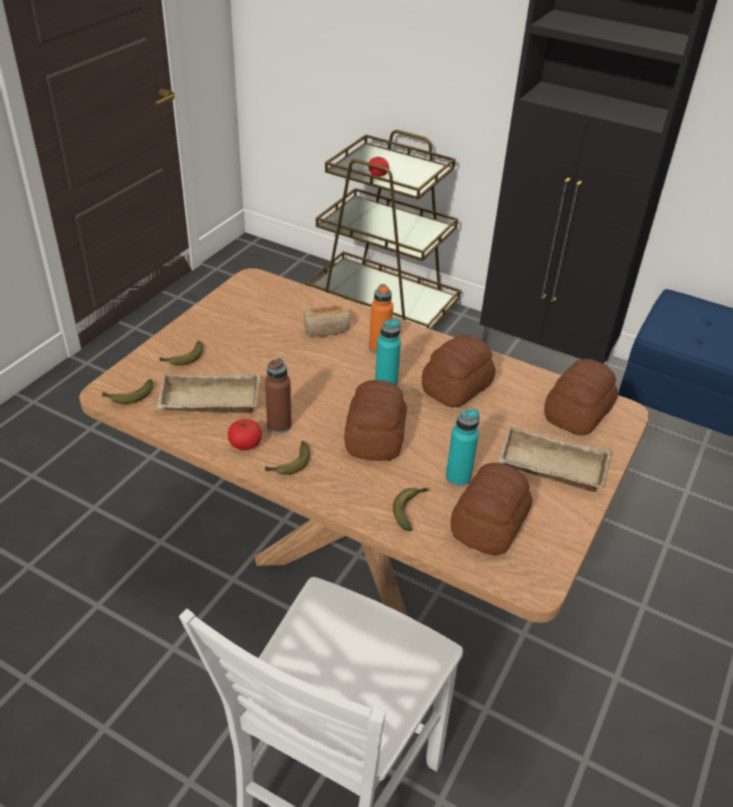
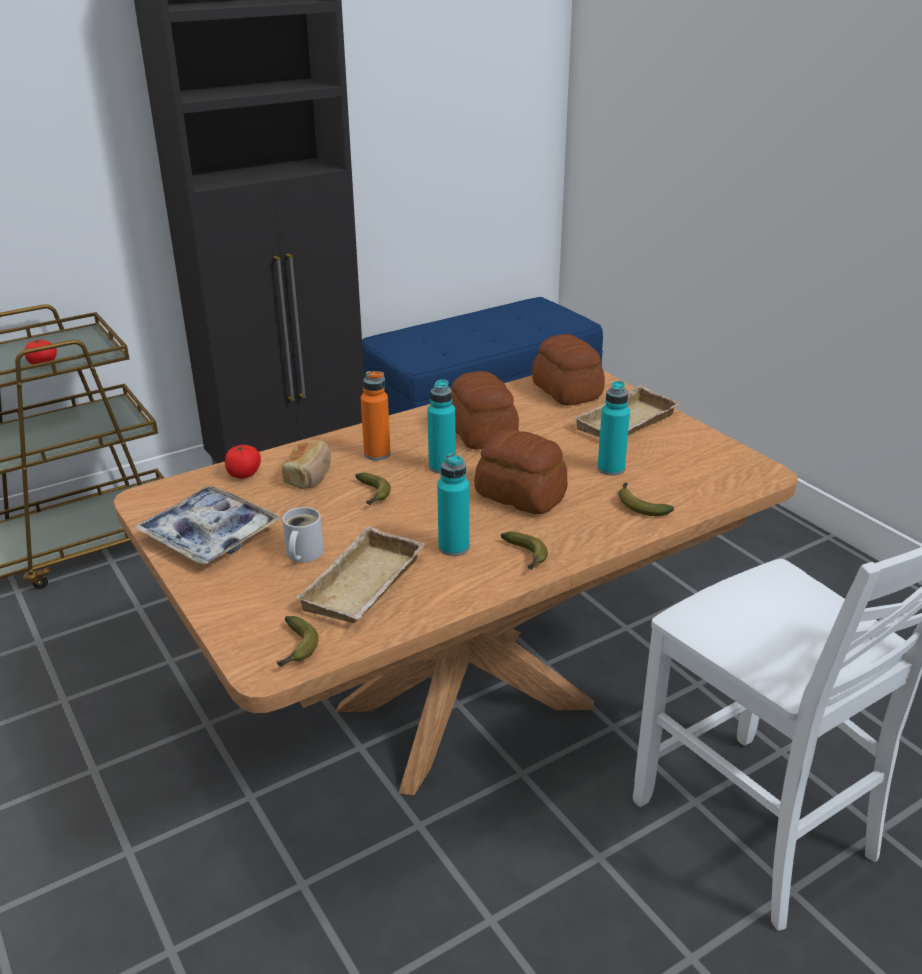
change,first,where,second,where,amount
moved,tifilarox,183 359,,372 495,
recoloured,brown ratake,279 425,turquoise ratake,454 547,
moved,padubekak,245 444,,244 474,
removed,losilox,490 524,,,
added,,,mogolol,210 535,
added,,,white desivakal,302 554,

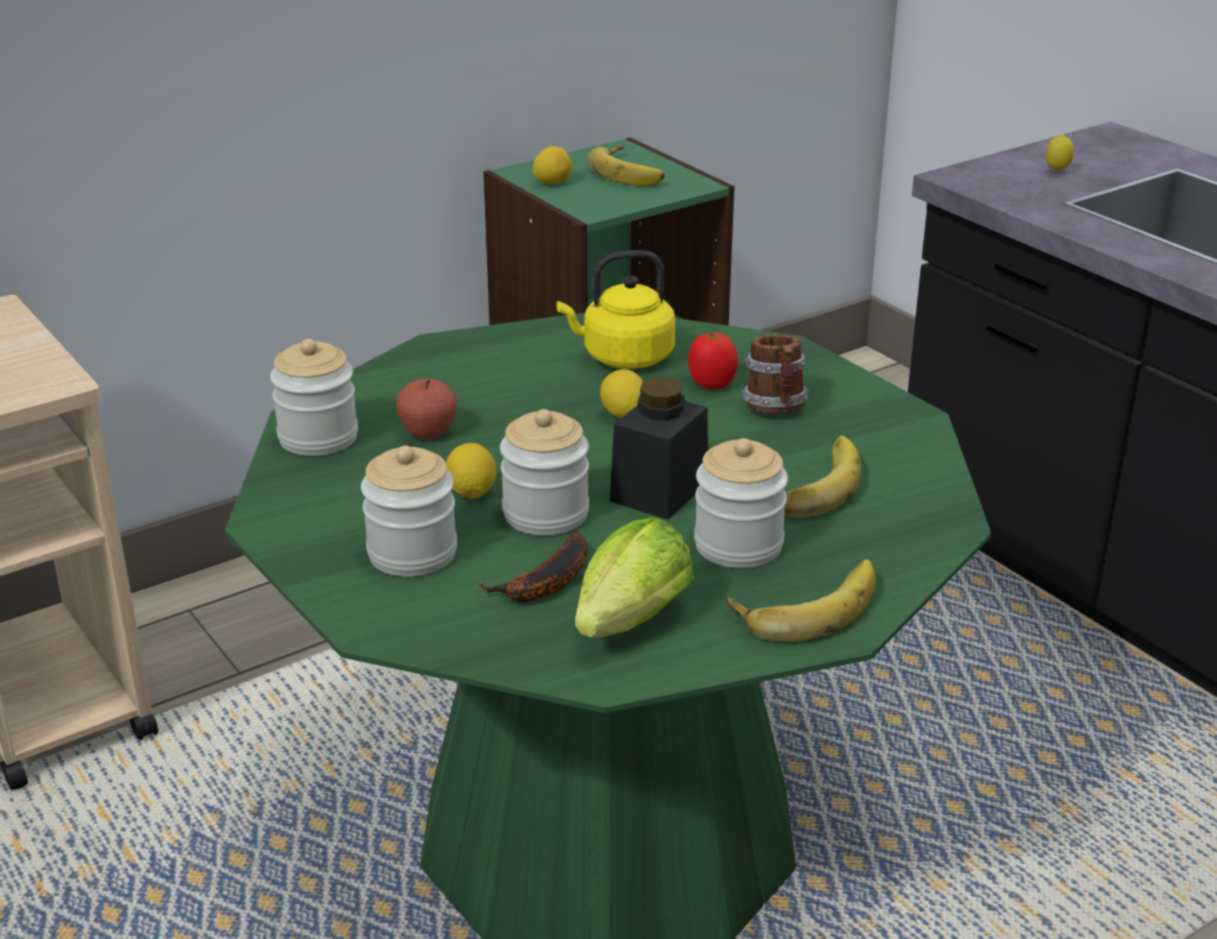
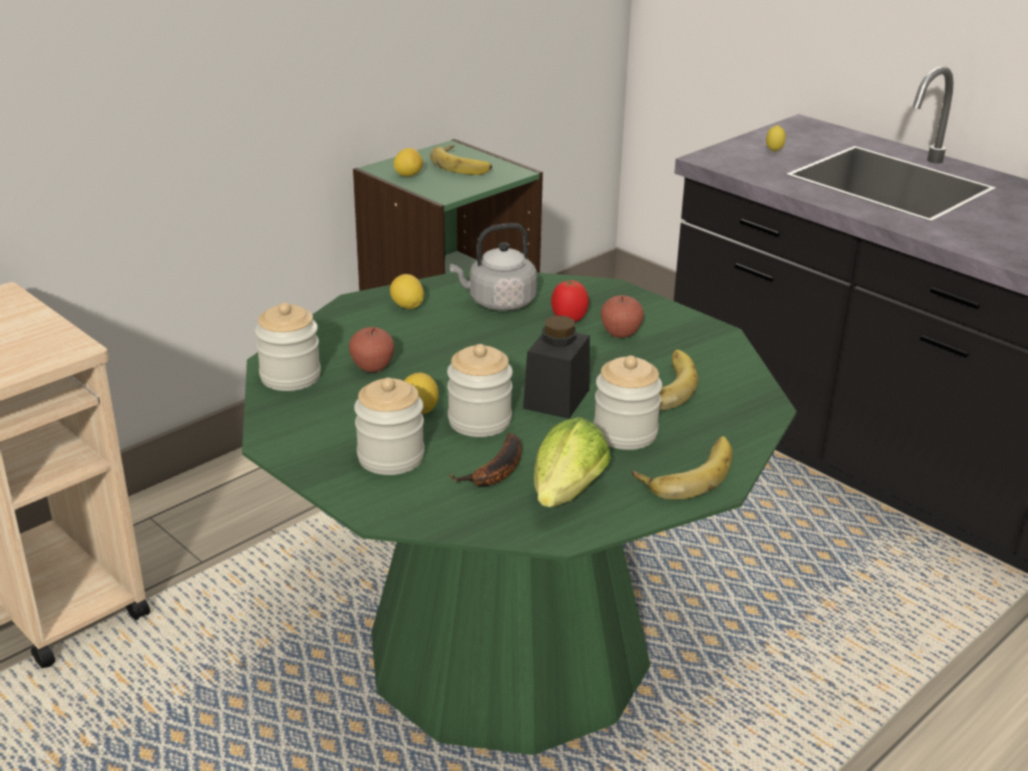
change,first,where,second,where,amount
recoloured,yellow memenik,623 357,grey memenik,498 303,
replaced,desivakal,776 409,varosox,620 333,
moved,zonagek,624 416,,407 306,

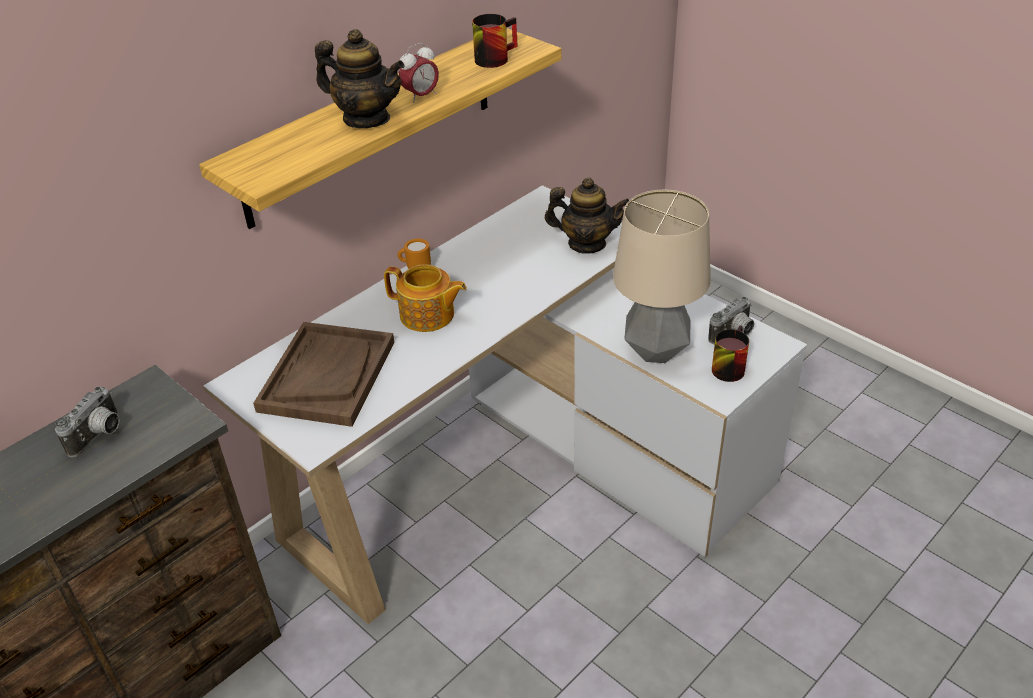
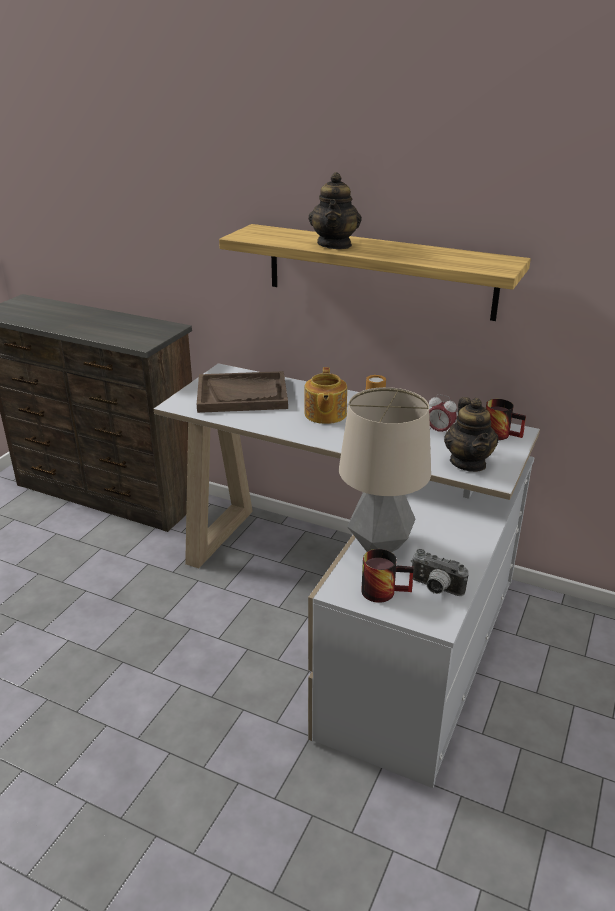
change,first,where,second,where,amount
moved,desivakal,494 57,,501 434,
moved,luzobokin,421 96,,439 431,
removed,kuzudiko,100 436,,,

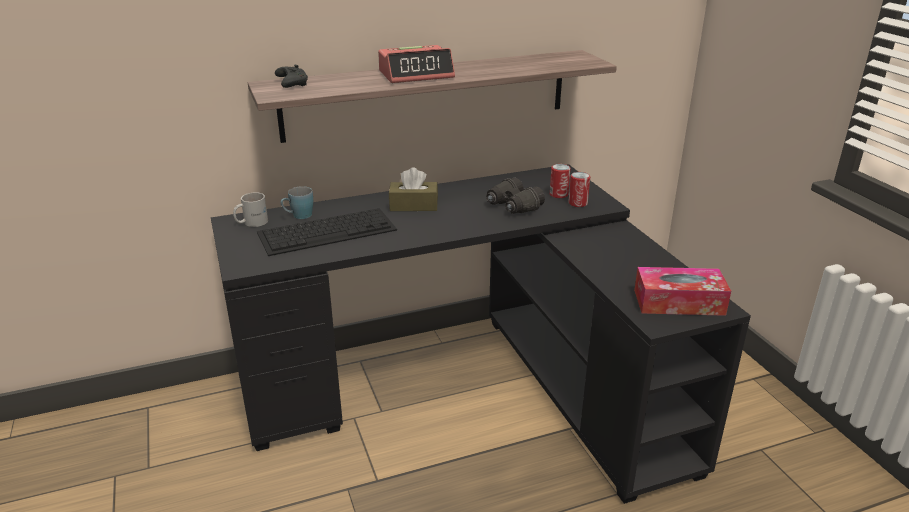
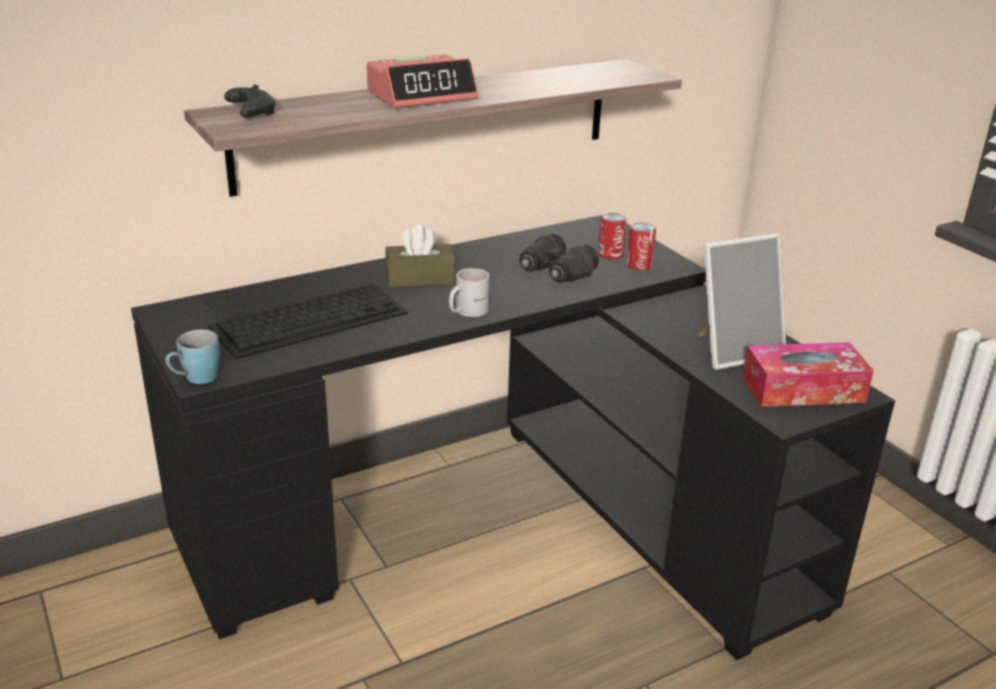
change,first,where,second,where,amount
moved,blue desivakal,298 216,,195 379,
moved,white desivakal,251 222,,466 311,
added,,,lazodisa,734 350,

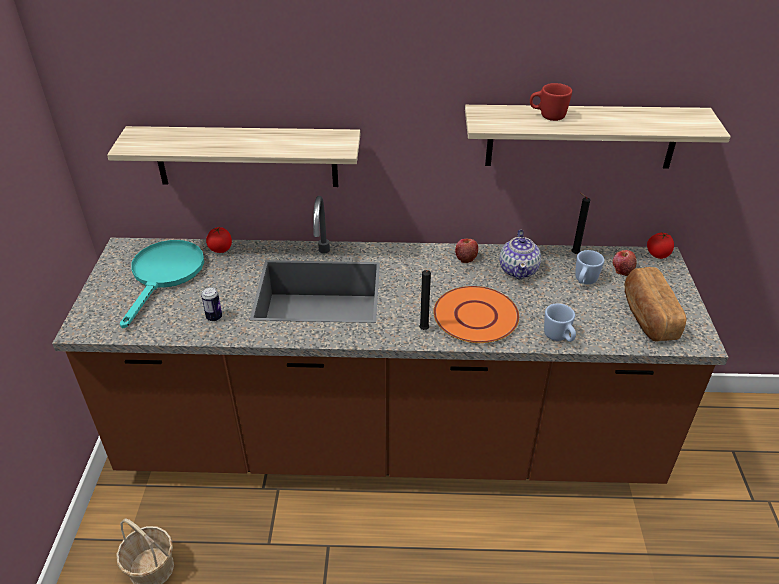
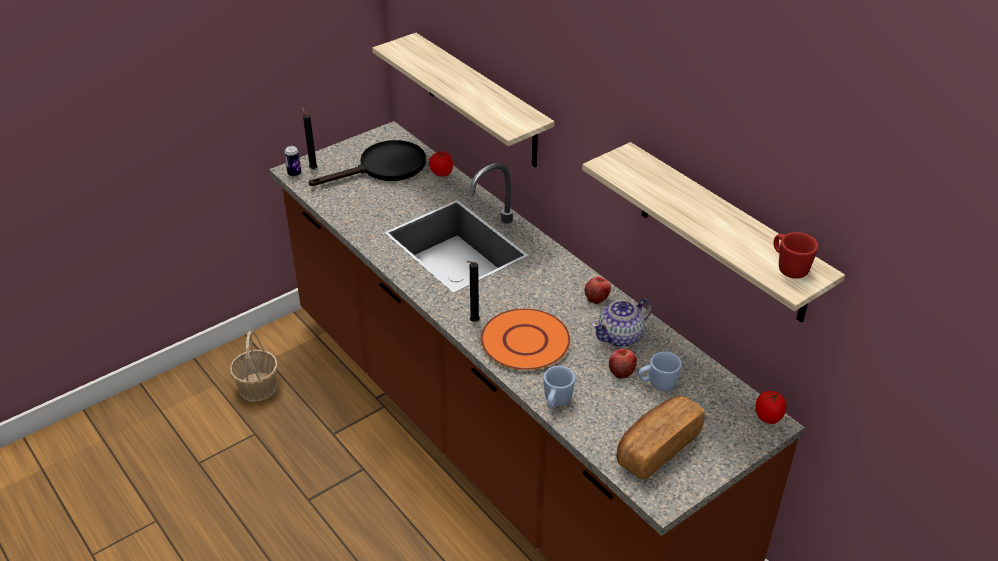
change,first,where,second,where,amount
moved,red desivakal,547 116,,788 267,
moved,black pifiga,573 253,,312 168,
recoloured,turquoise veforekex,165 275,black veforekex,384 168,
moved,varosox,622 270,,621 371,
moved,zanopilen,214 317,,294 174,

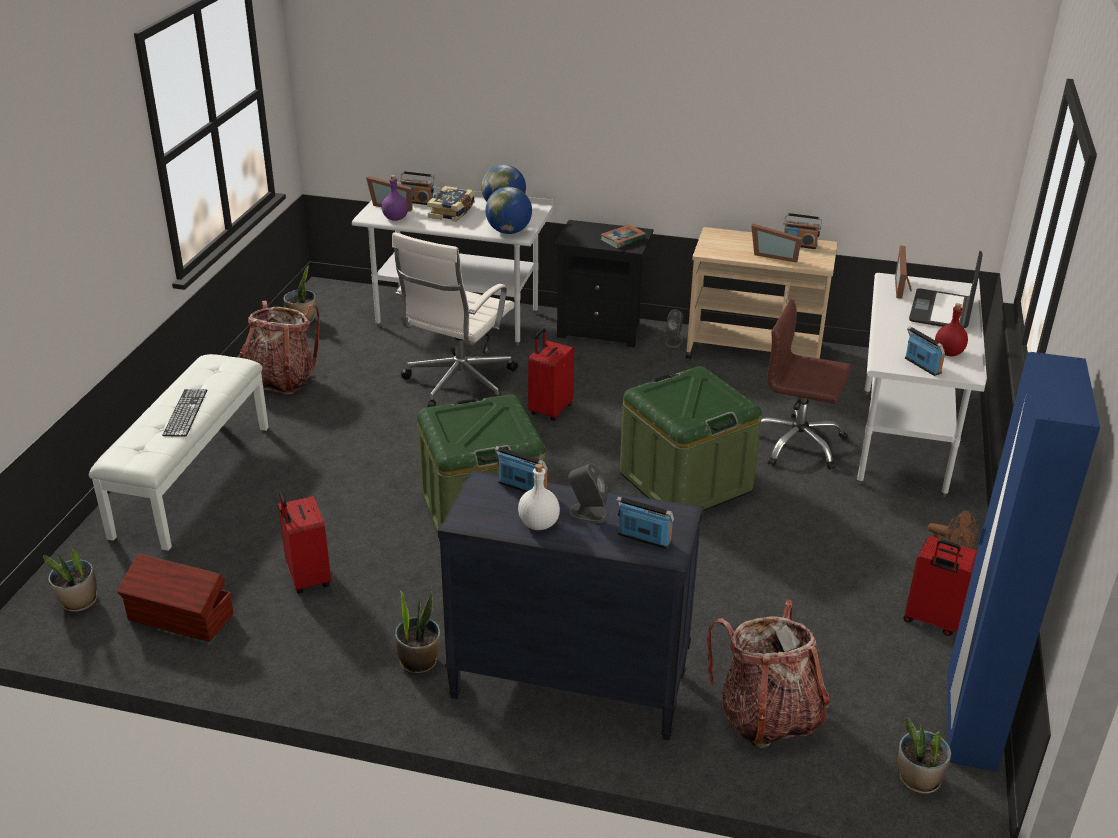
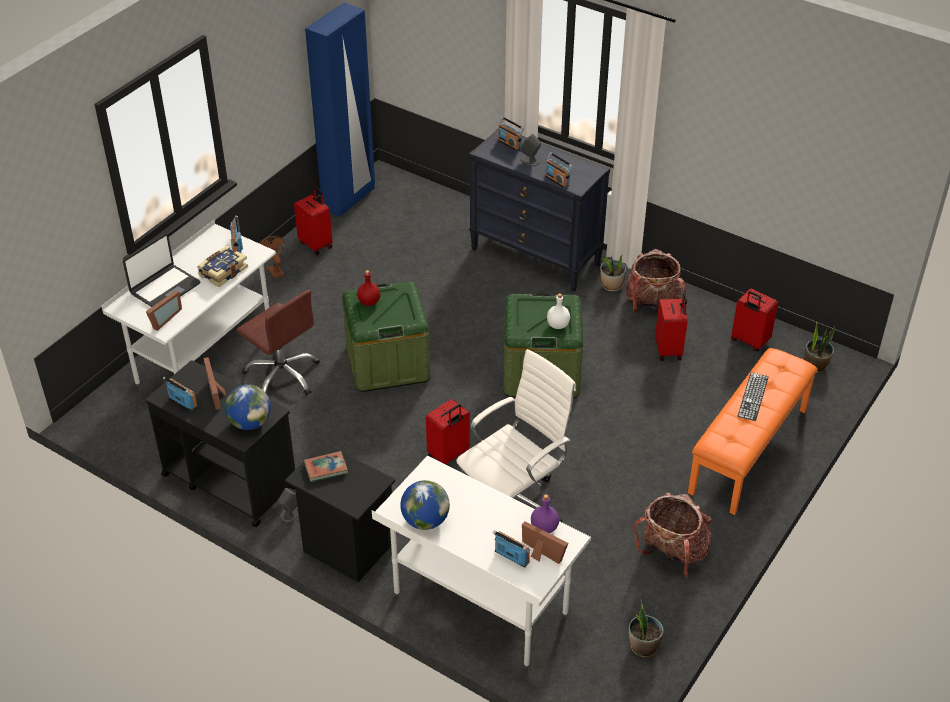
change,first,where,second,where,amount
moved,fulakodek,452 212,,222 272,
moved,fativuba,509 231,,250 423,
turned,lazodisa,774 255,,218 393,150 degrees counterclockwise
recoloured,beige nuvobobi,755 352,black nuvobobi,229 480,
moved,red ratake,948 352,,369 302,
recoloured,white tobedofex,191 479,orange tobedofex,749 451,
moved,white ratake,538 523,,558 325,
replaced,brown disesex,181 618,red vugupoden,749 341,
moved,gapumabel,766 716,,652 304,
removed,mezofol,918 780,,,

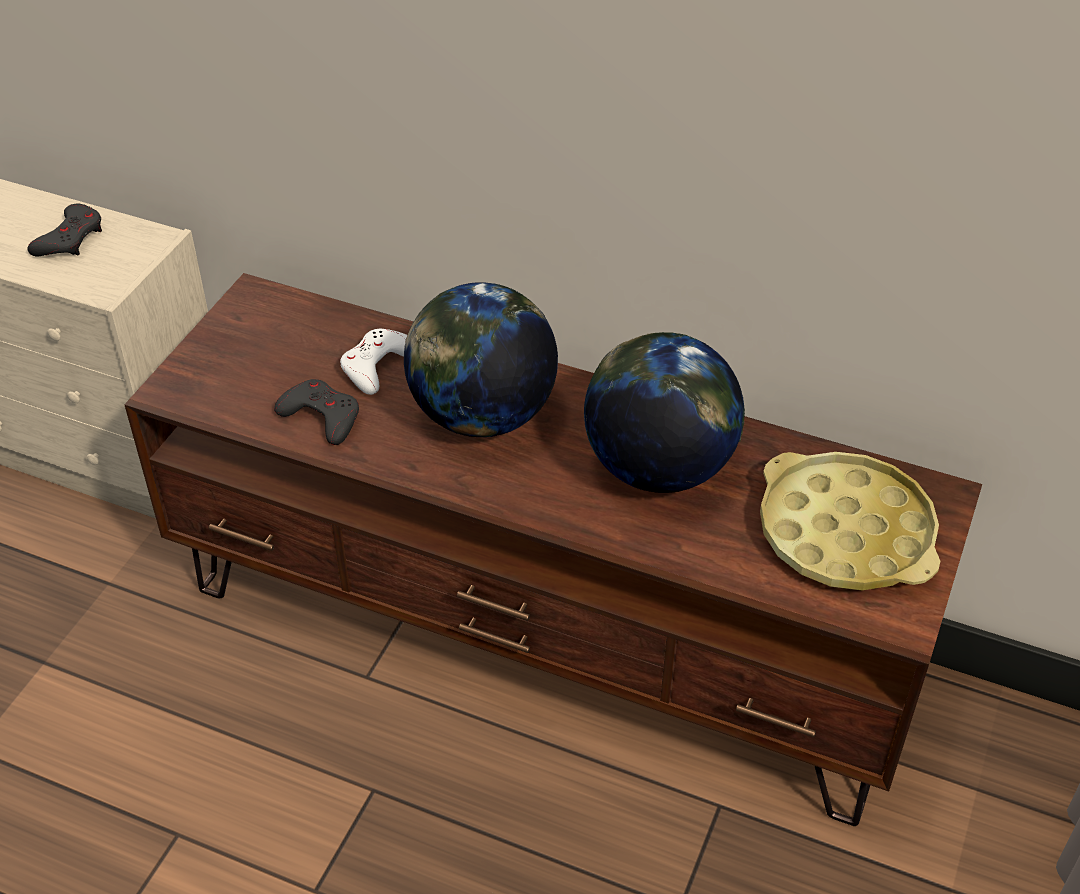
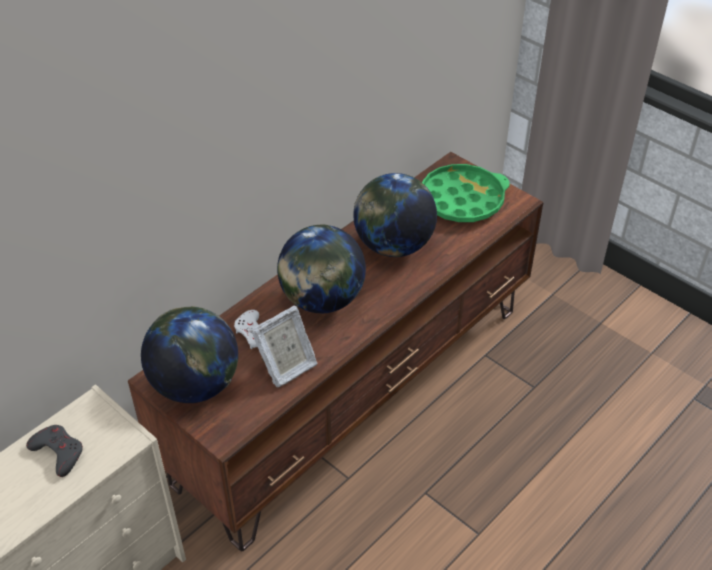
change,first,where,second,where,amount
replaced,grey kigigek,321 416,lazodisa,286 367,
recoloured,yellow mogolol,845 532,green mogolol,461 200,
added,,,fativuba,195 385,

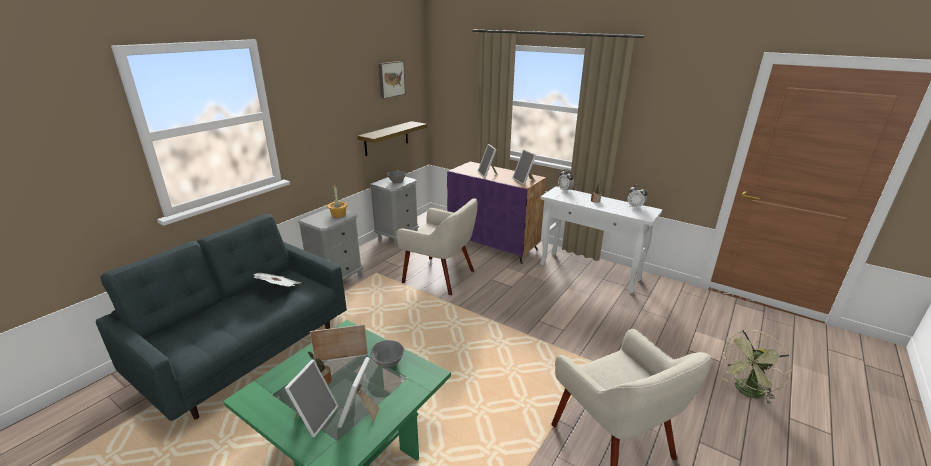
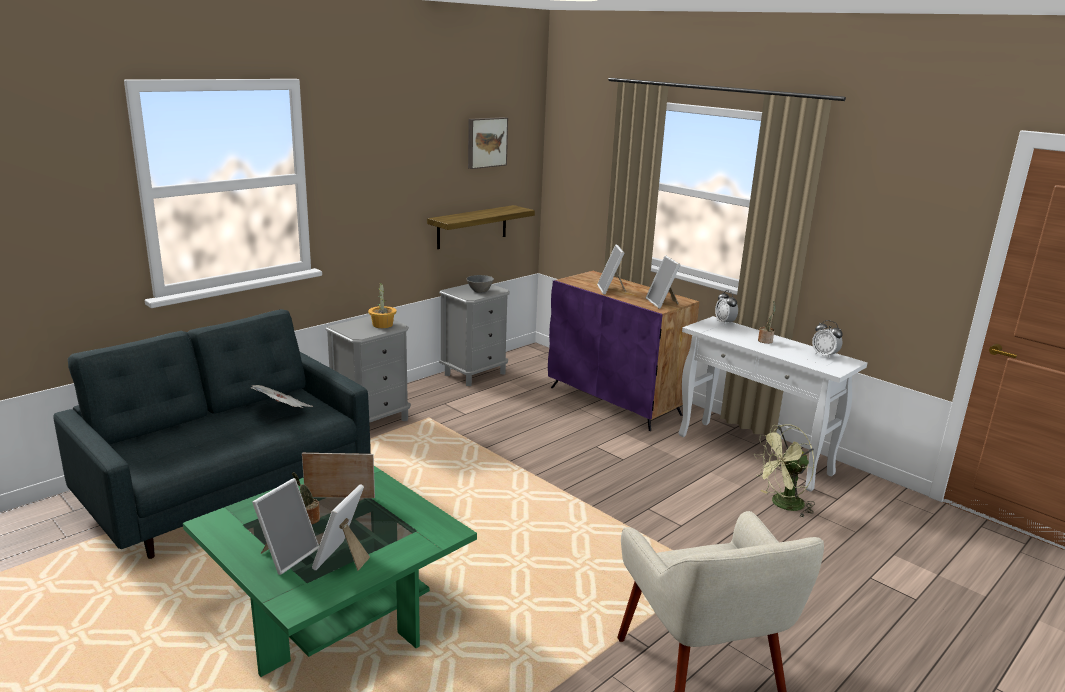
change,first,where,second,where,amount
removed,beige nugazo,440 276,,,
moved,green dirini,746 392,,782 505,
removed,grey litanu,387 364,,,

